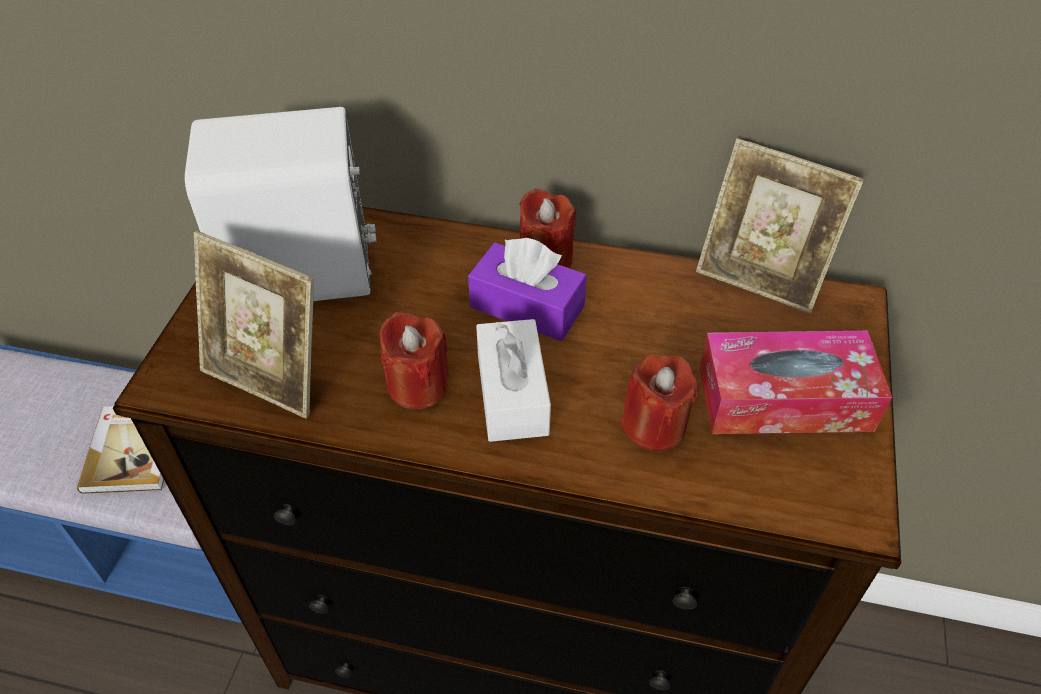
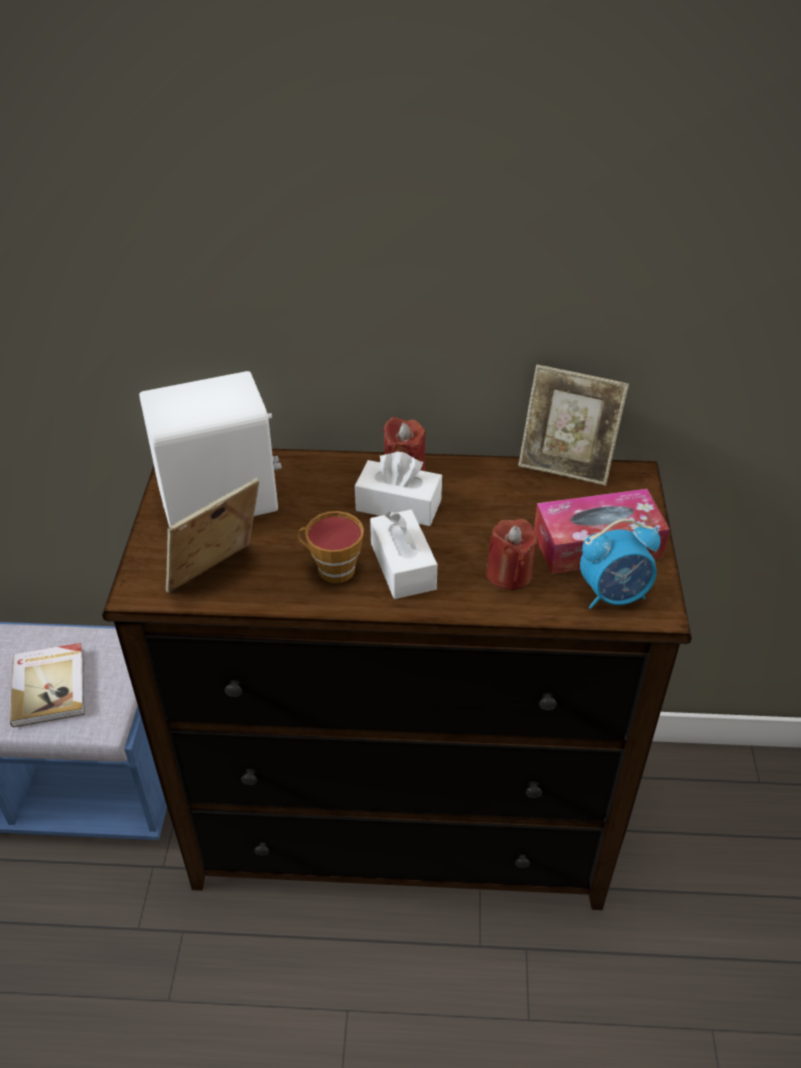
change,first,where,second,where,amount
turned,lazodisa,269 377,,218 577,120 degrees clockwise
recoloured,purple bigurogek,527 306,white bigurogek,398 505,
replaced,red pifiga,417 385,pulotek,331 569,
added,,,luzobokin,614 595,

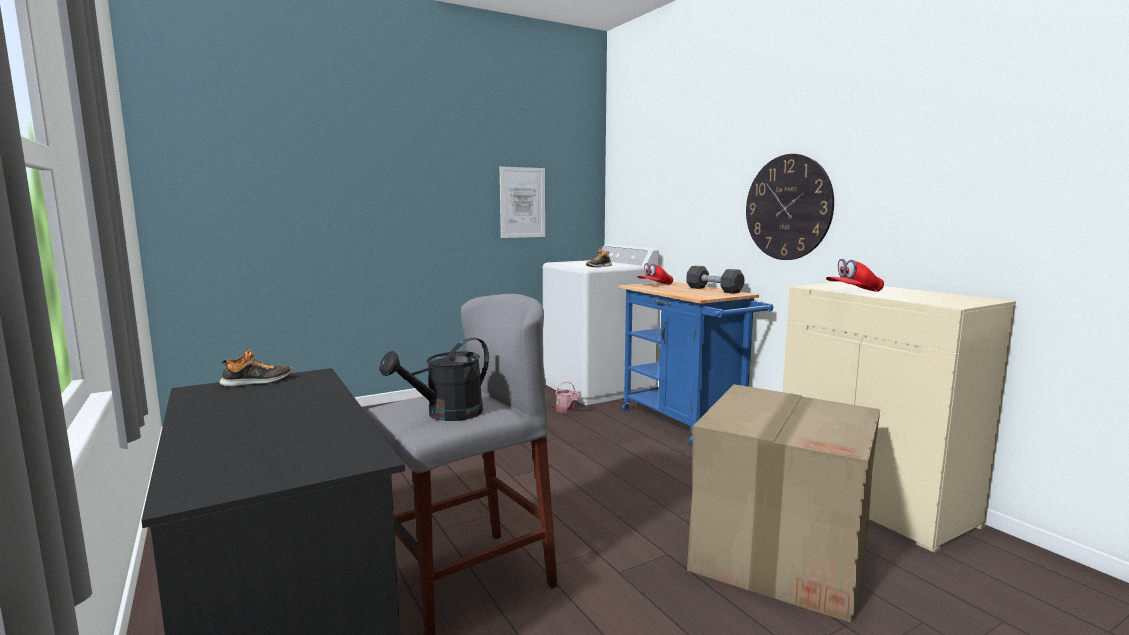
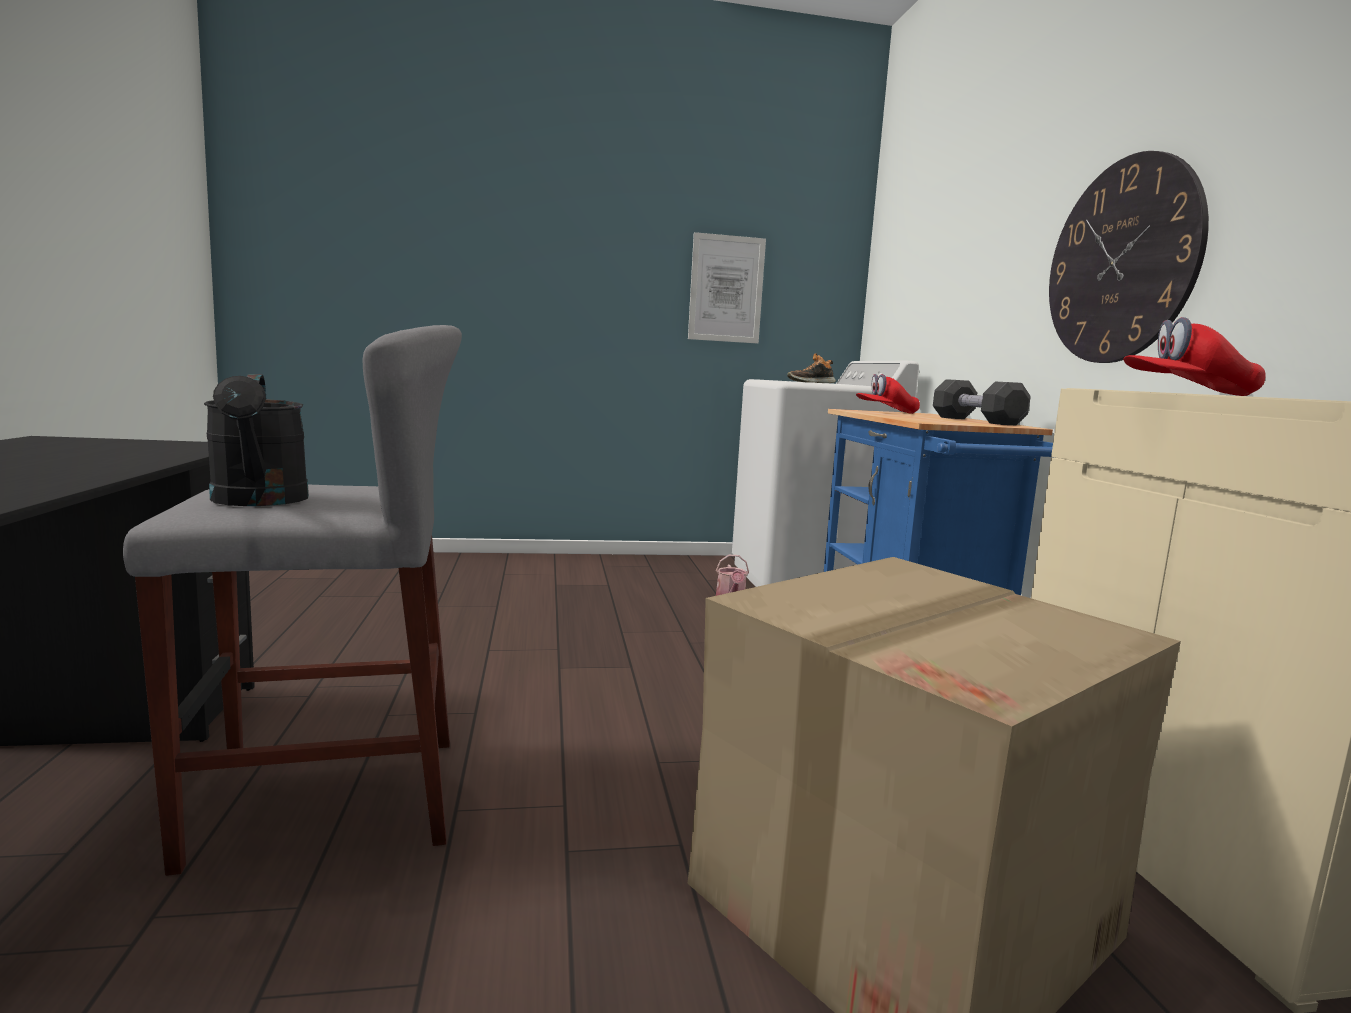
change,first,where,second,where,amount
turned,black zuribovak,446 415,,259 501,90 degrees counterclockwise
removed,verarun,257 382,,,

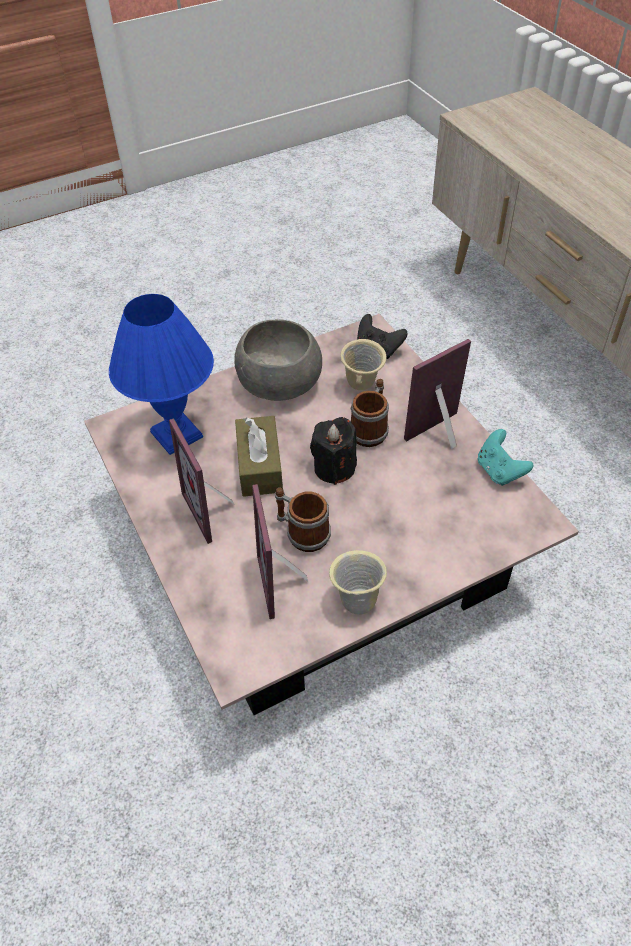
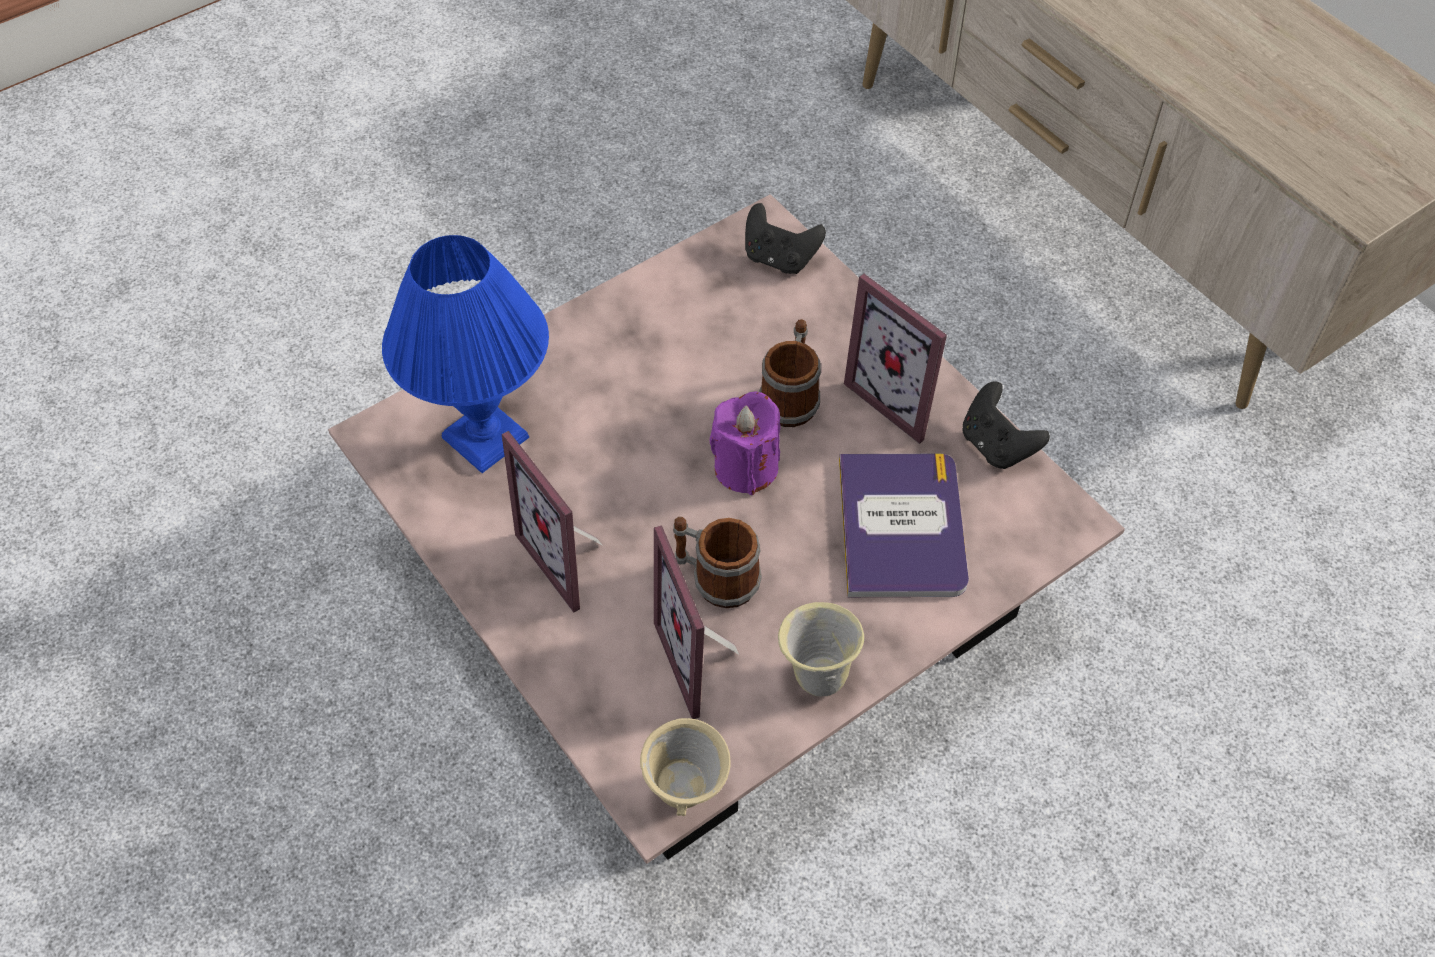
change,first,where,second,where,amount
removed,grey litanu,278 384,,,
moved,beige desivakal,362 387,,687 795,
turned,lazodisa,441 436,,901 397,90 degrees counterclockwise
removed,brown bigurogek,260 466,,,
recoloured,black pifiga,334 468,purple pifiga,746 467,
recoloured,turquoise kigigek,499 471,black kigigek,996 445,
added,,,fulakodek,901 526,

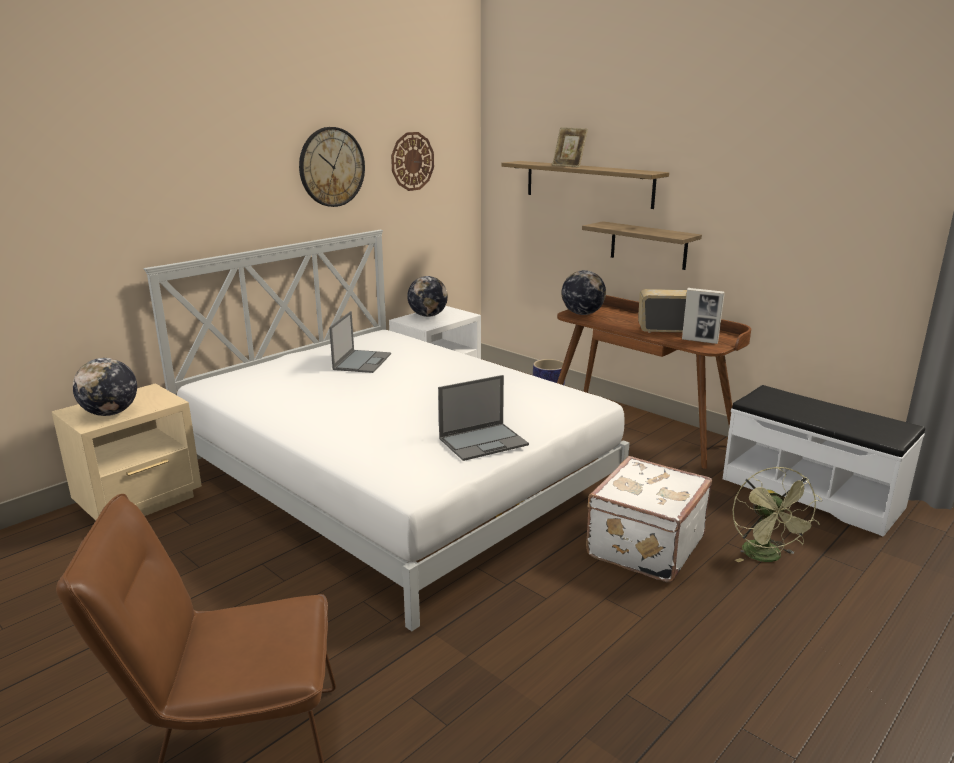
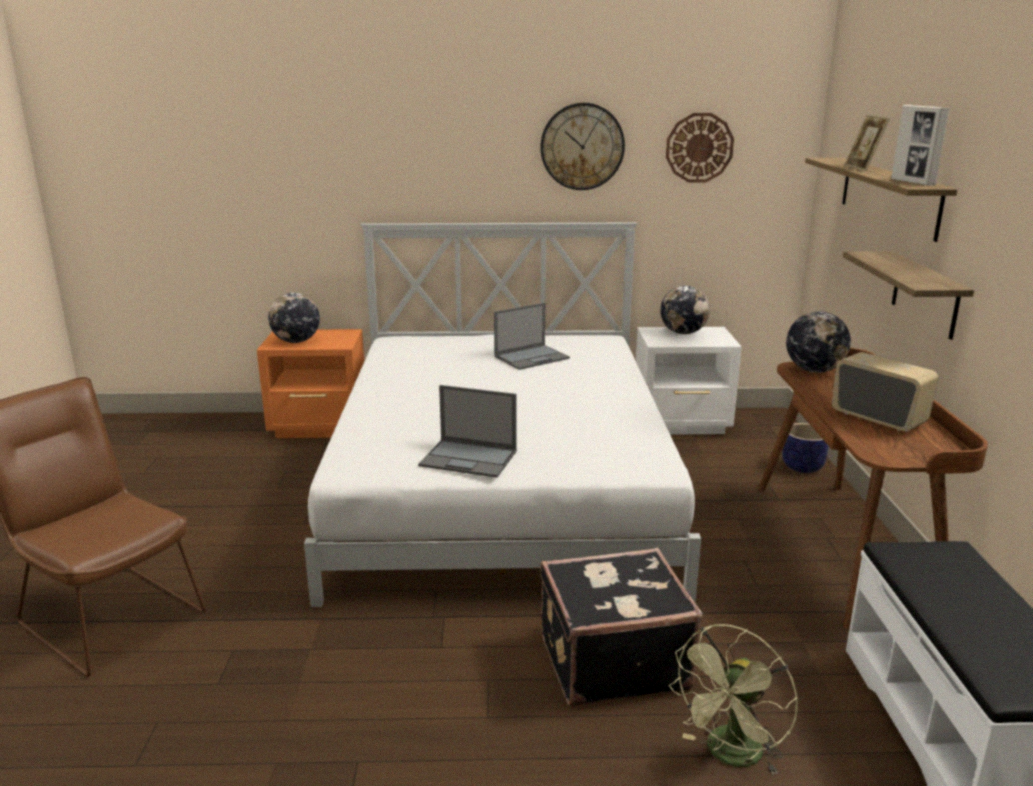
change,first,where,second,where,amount
moved,lazodisa,700 341,,913 182,
recoloured,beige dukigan,141 501,orange dukigan,320 427,
recoloured,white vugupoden,643 546,black vugupoden,611 660,

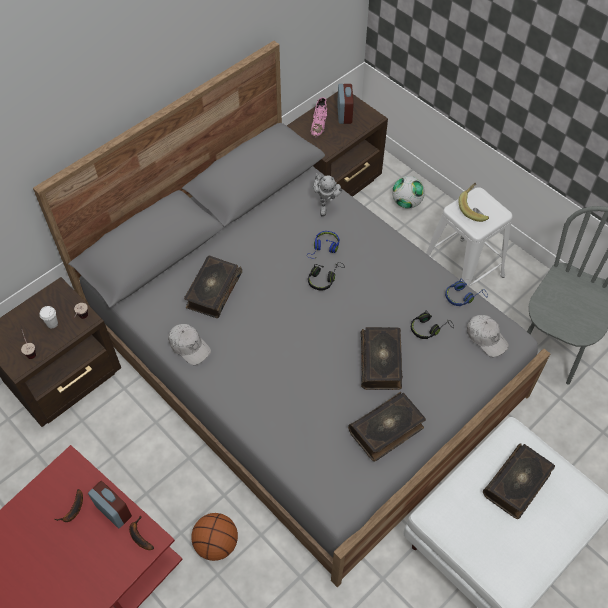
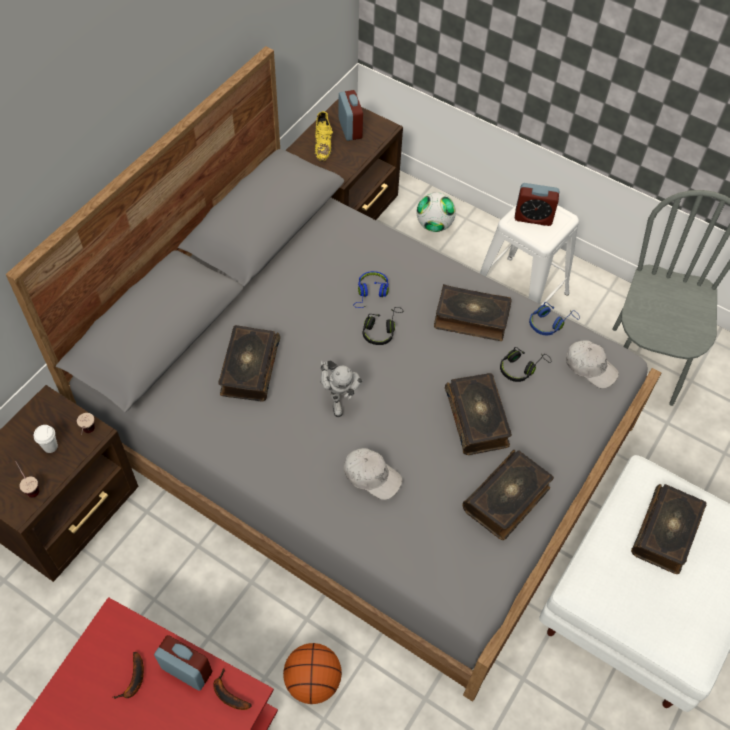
change,first,where,second,where,amount
recoloured,pink verarun,319 124,yellow verarun,323 145,
moved,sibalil,325 205,,338 398,
replaced,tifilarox,474 208,luzobokin,533 217,
moved,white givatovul,189 346,,372 476,
added,,,fulakodek,471 318,

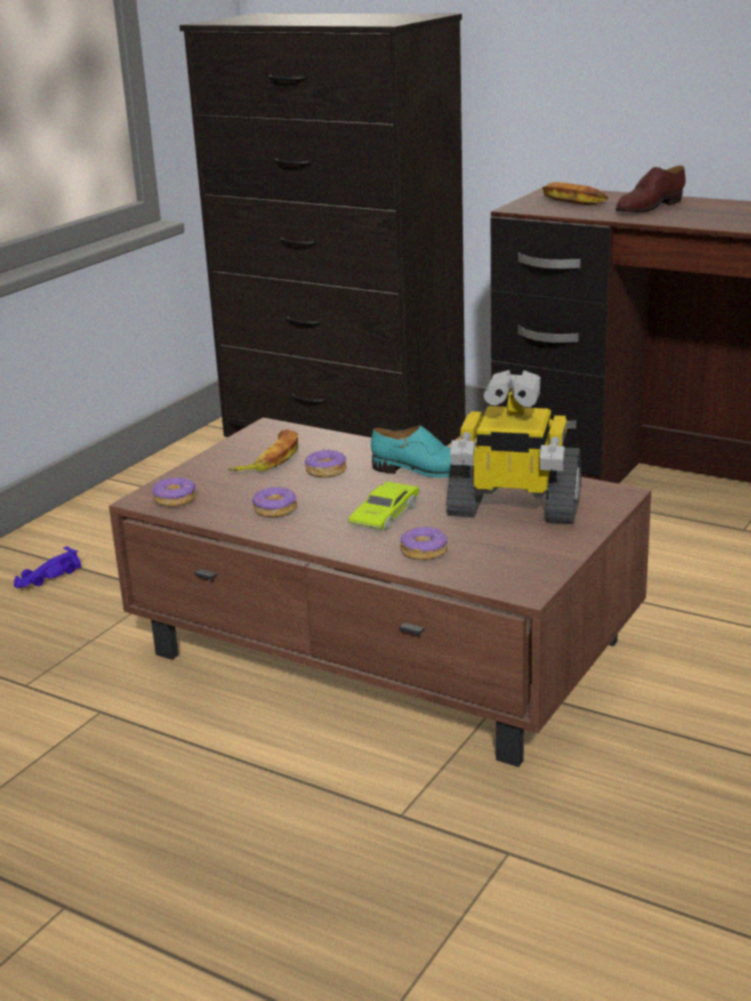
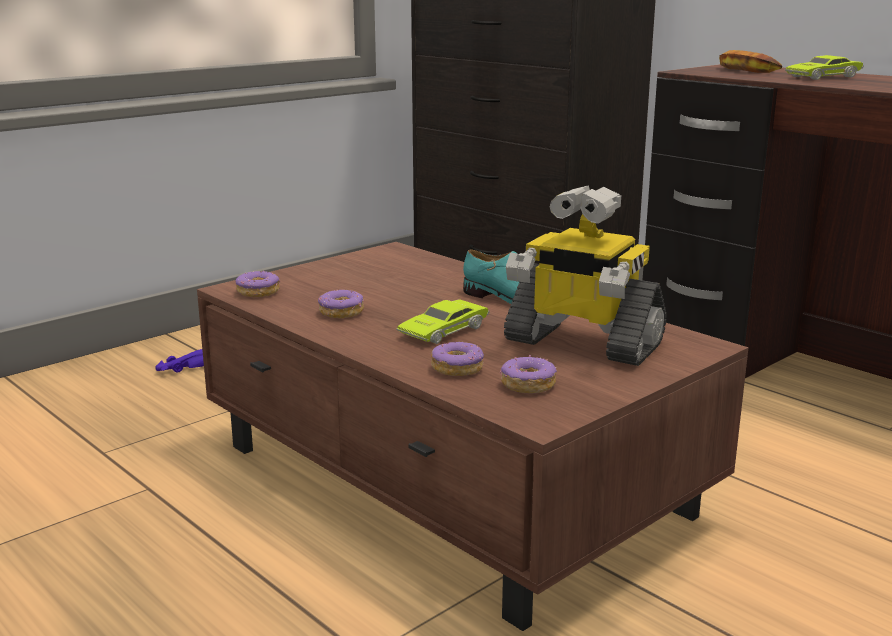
change,first,where,second,where,amount
replaced,brown verarun,648 207,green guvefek,823 77,
removed,tifilarox,269 459,,,
moved,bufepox,325 471,,527 385,

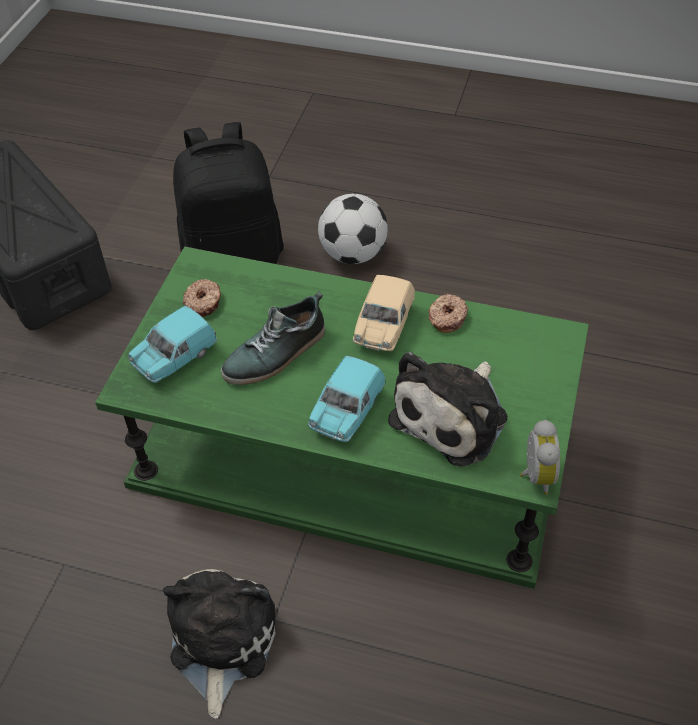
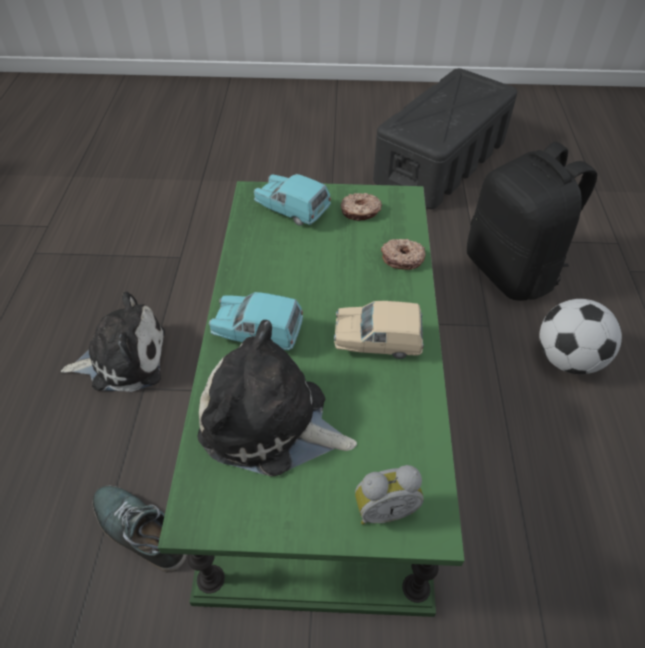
change,first,where,second,where,amount
moved,verarun,276 354,,138 531,
moved,bufepox,446 318,,402 258,
moved,luzobokin,535 476,,384 508,

